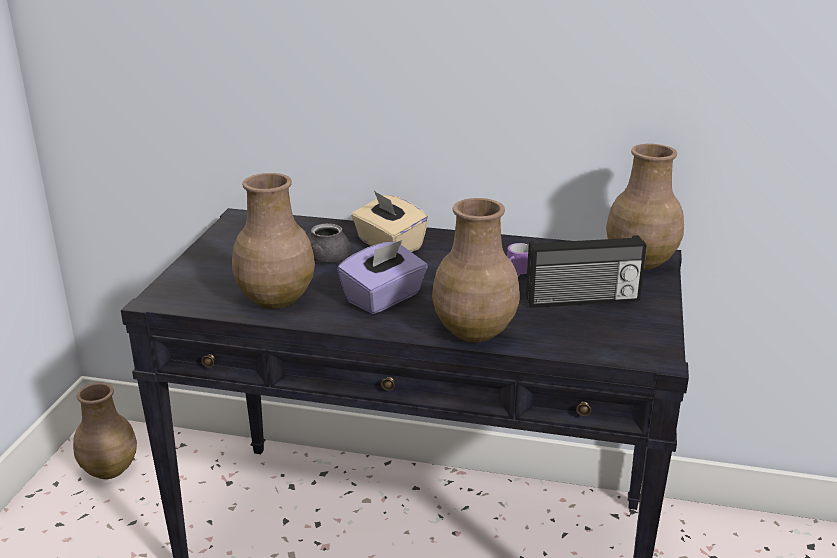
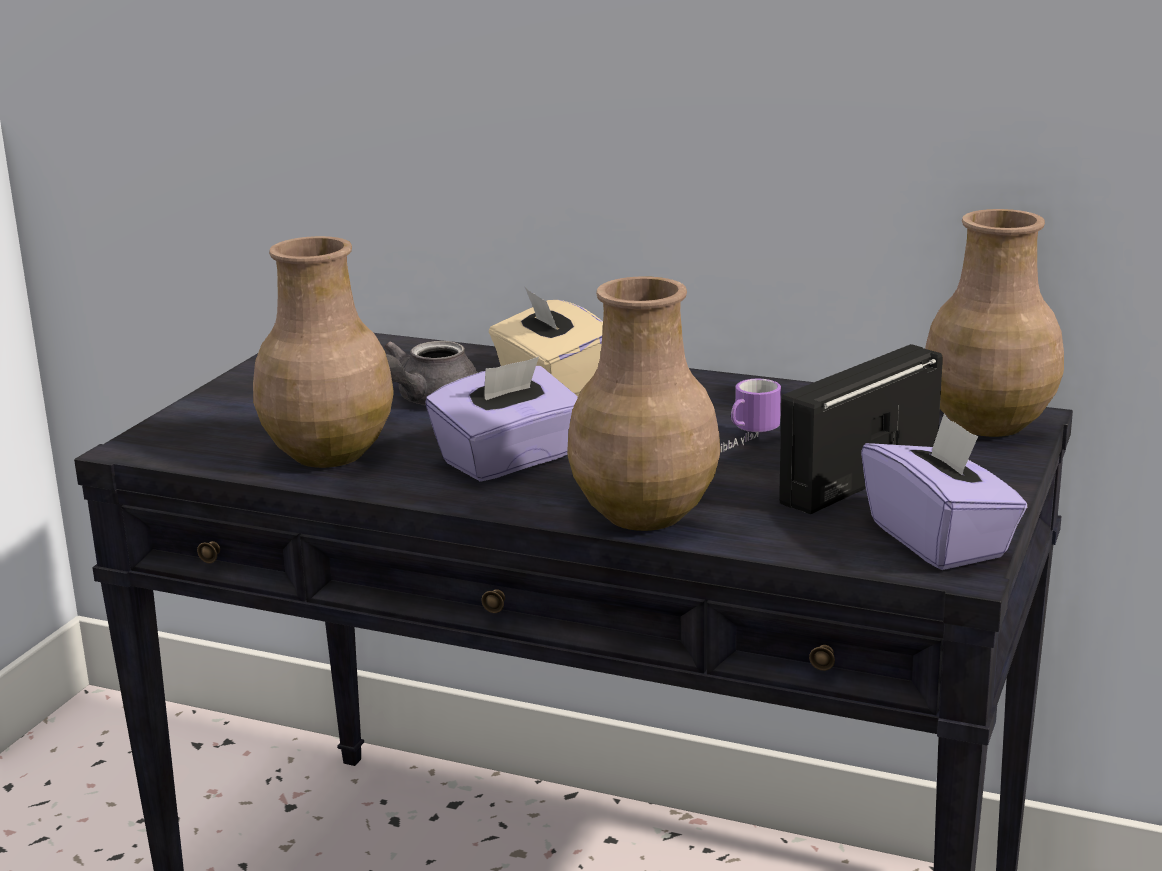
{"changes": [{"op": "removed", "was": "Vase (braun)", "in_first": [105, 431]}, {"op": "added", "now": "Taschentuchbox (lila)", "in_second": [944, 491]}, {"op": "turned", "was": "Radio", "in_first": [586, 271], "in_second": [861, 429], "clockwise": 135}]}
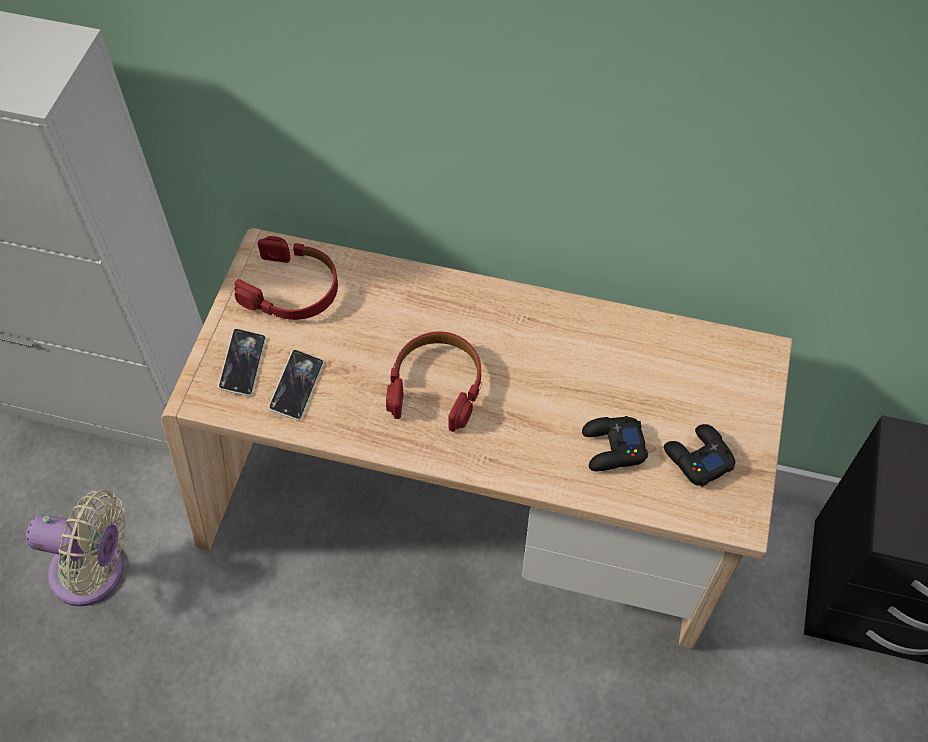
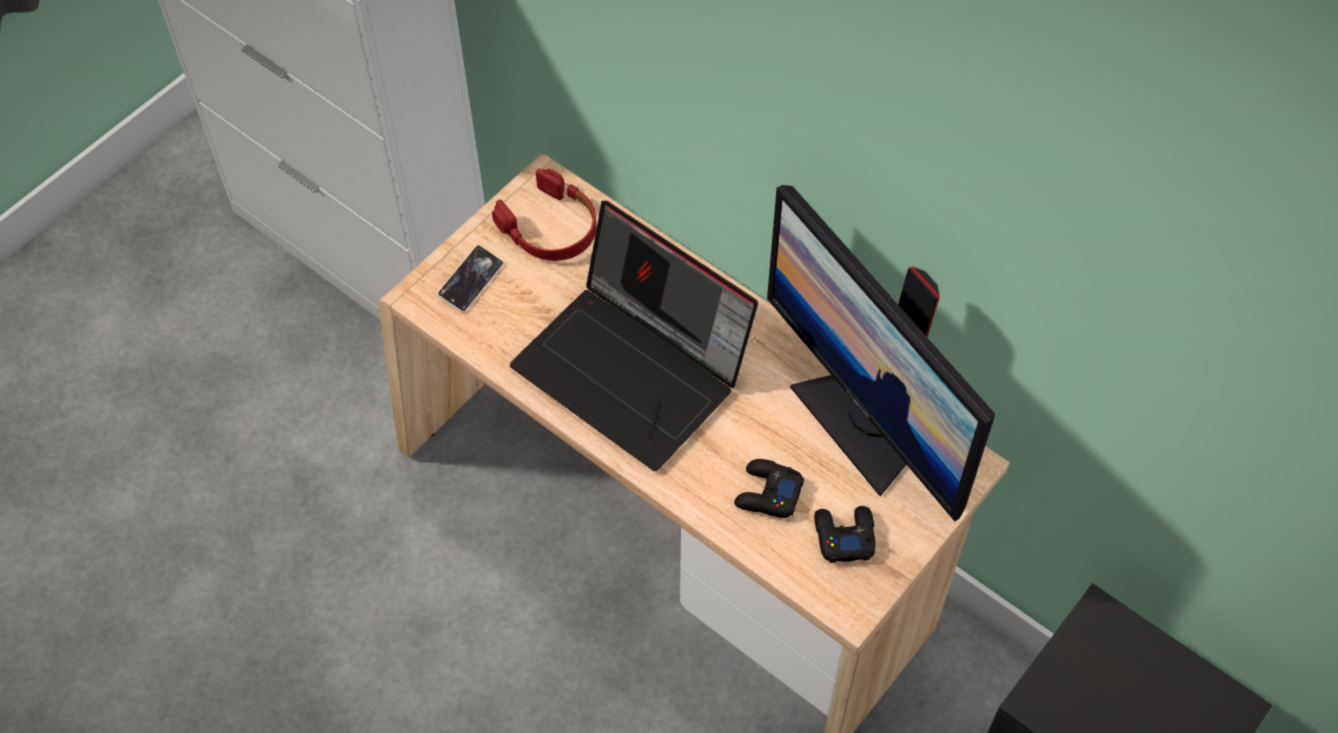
{"changes": [{"op": "removed", "was": "Ventilator (beige)", "in_first": [76, 548]}, {"op": "removed", "was": "Handy", "in_first": [296, 385]}, {"op": "added", "now": "Monitor", "in_second": [881, 353]}, {"op": "replaced", "was": "Kopfhörer (rot)", "now": "Laptop", "in_first": [433, 382], "in_second": [634, 336]}]}
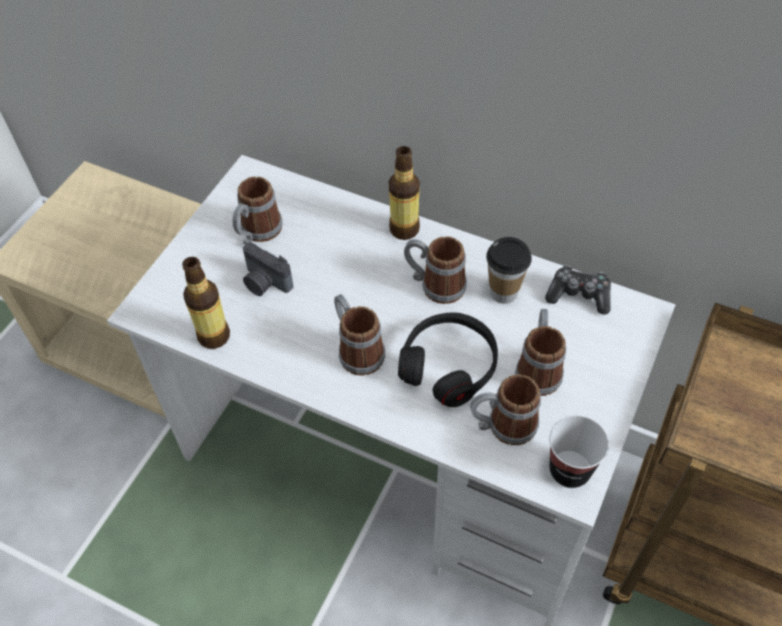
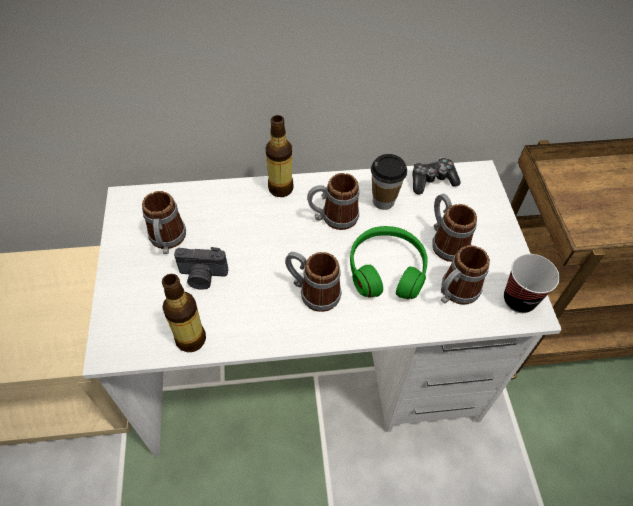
{"changes": [{"op": "recoloured", "was": "Kopfhörer (schwarz)", "now": "Kopfhörer (grün)", "in_first": [448, 359], "in_second": [388, 262]}]}
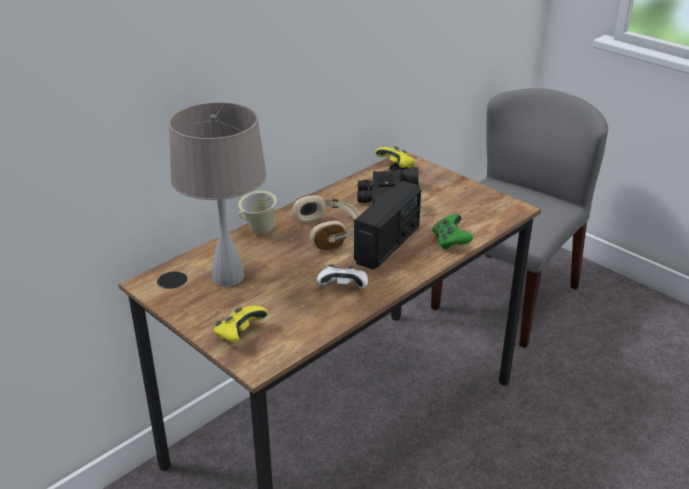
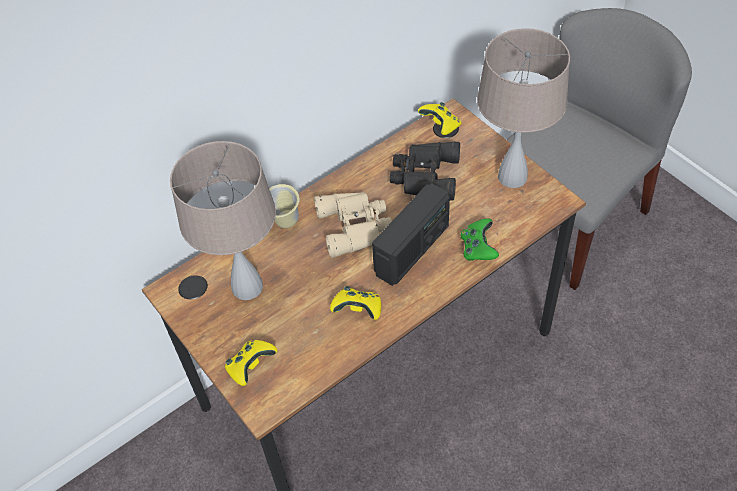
{"changes": [{"op": "added", "now": "Tischlampe (beige)", "in_second": [523, 108]}, {"op": "replaced", "was": "Kopfhörer (beige)", "now": "Fernglas (beige)", "in_first": [326, 222], "in_second": [353, 225]}, {"op": "recoloured", "was": "Gamepad (weiß)", "now": "Gamepad (gelb)", "in_first": [342, 276], "in_second": [355, 303]}]}
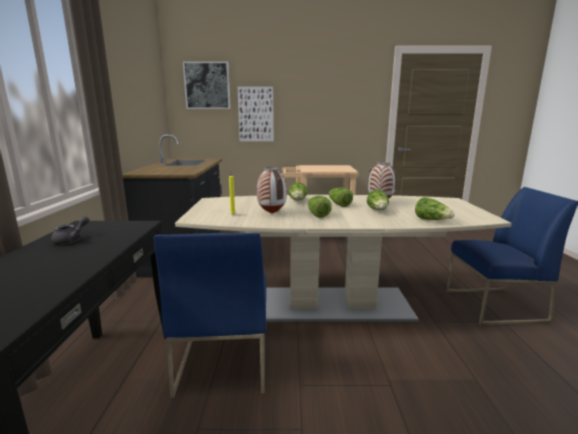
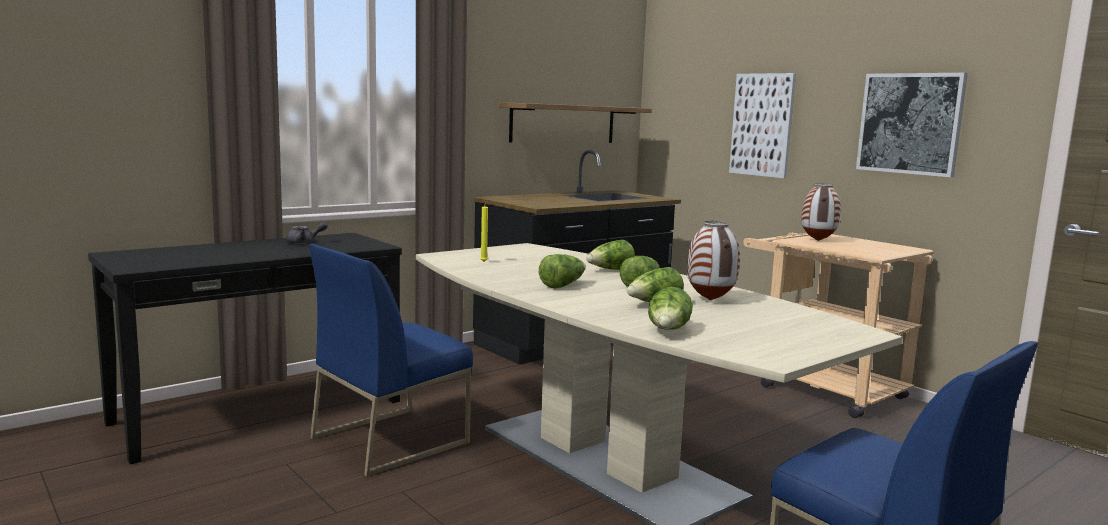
{"changes": [{"op": "added", "now": "Wandregal", "in_second": [575, 122]}, {"op": "moved", "was": "Bild", "in_first": [207, 85], "in_second": [912, 125]}, {"op": "moved", "was": "Vase", "in_first": [272, 190], "in_second": [821, 212]}]}
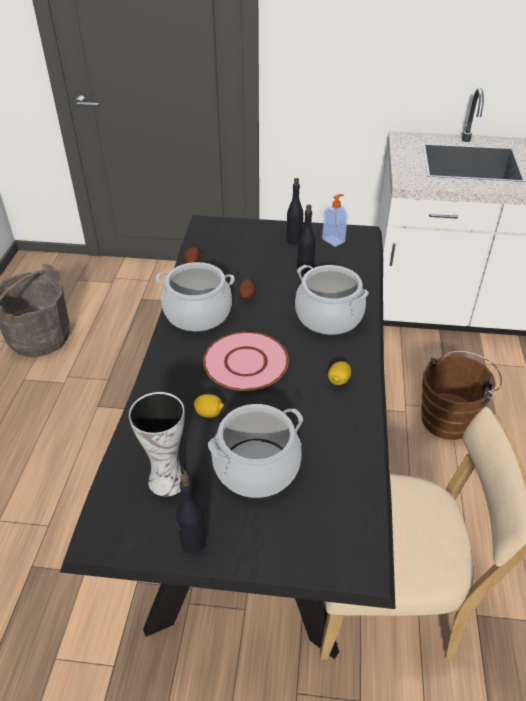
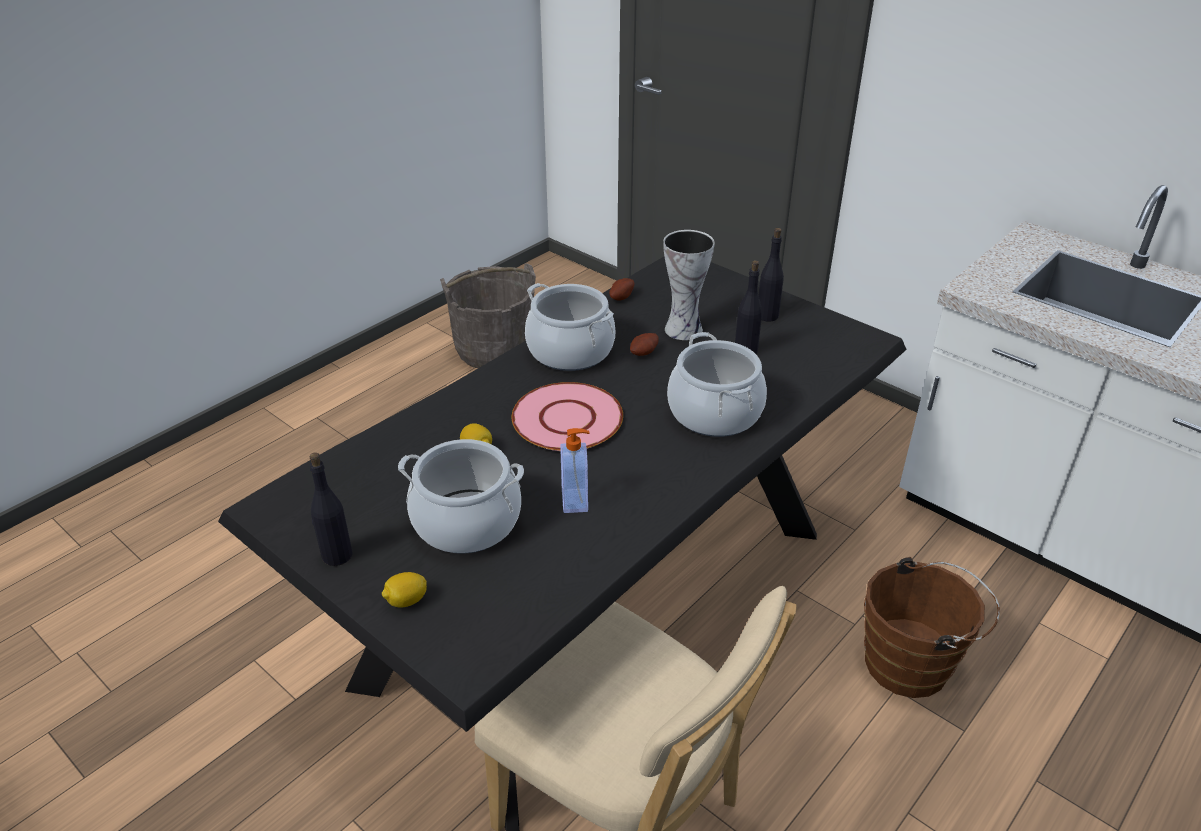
{"changes": [{"op": "moved", "was": "Vase", "in_first": [157, 444], "in_second": [689, 285]}, {"op": "moved", "was": "Seifenspender", "in_first": [335, 220], "in_second": [574, 470]}, {"op": "moved", "was": "Zitrone", "in_first": [339, 373], "in_second": [404, 590]}]}
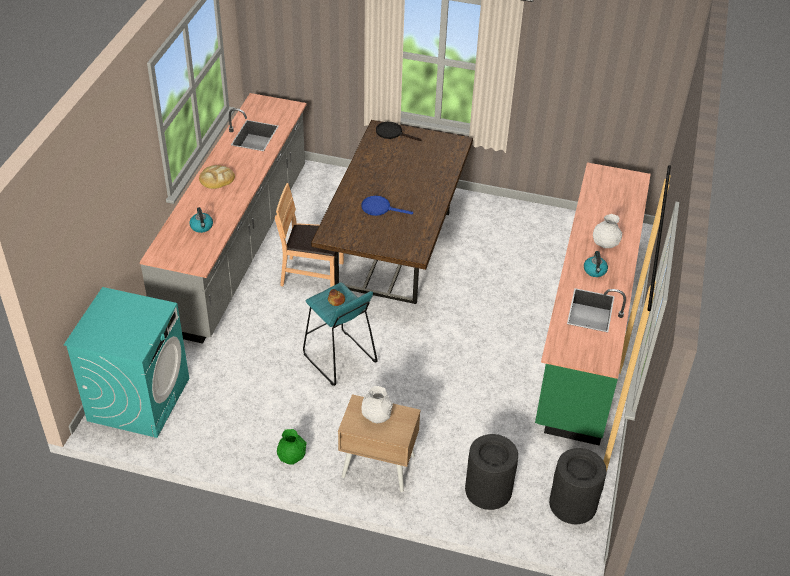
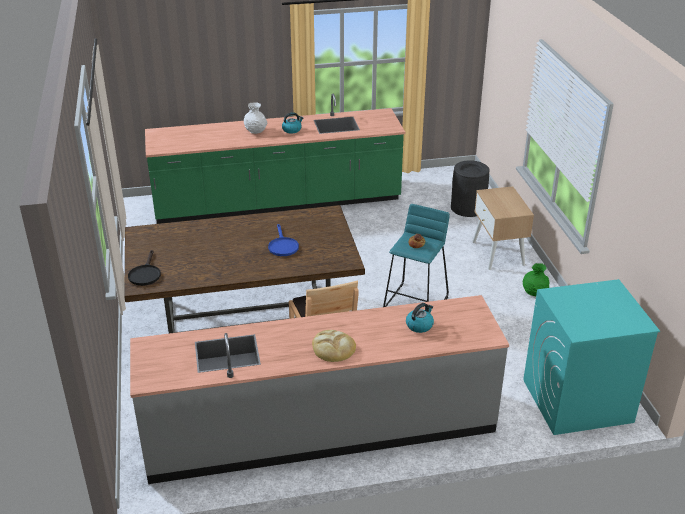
{"changes": [{"op": "removed", "was": "Vase (weiß)", "in_first": [377, 405]}, {"op": "removed", "was": "Mülleimer (schwarz)", "in_first": [578, 486]}]}
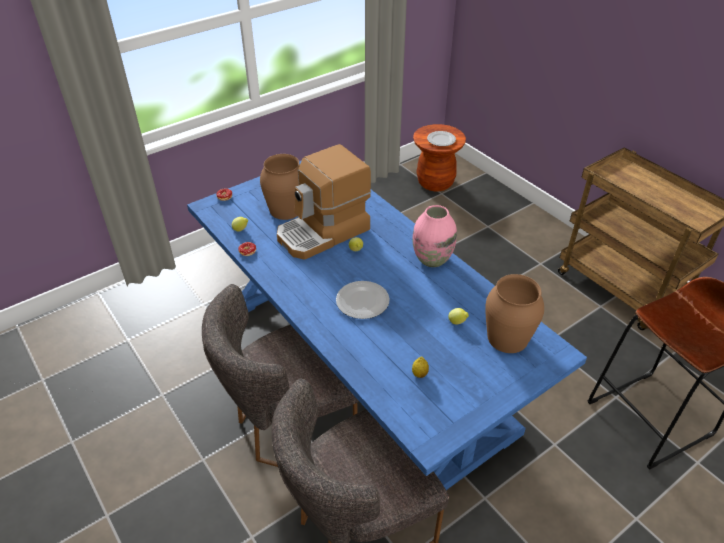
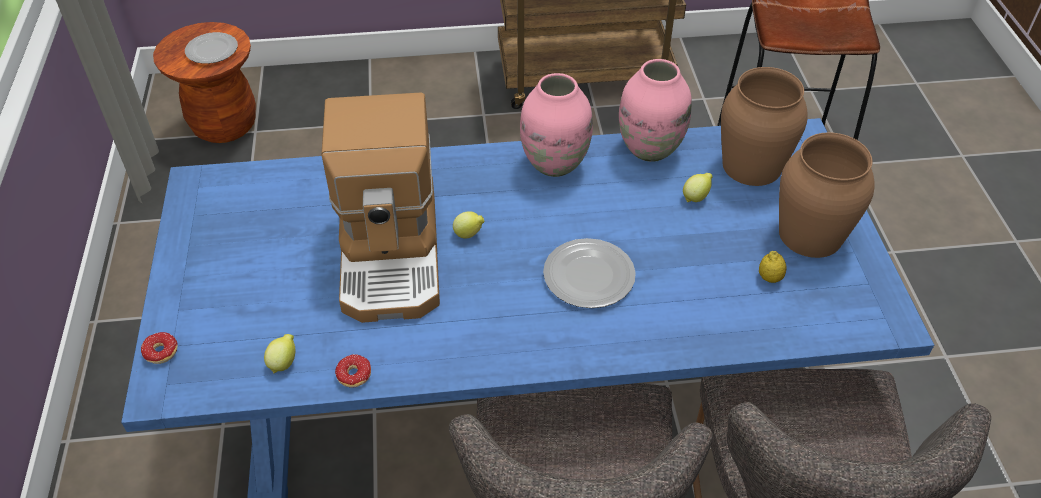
{"changes": [{"op": "added", "now": "Vase (rosa)", "in_second": [655, 110]}, {"op": "moved", "was": "Vase (braun)", "in_first": [280, 187], "in_second": [827, 195]}]}
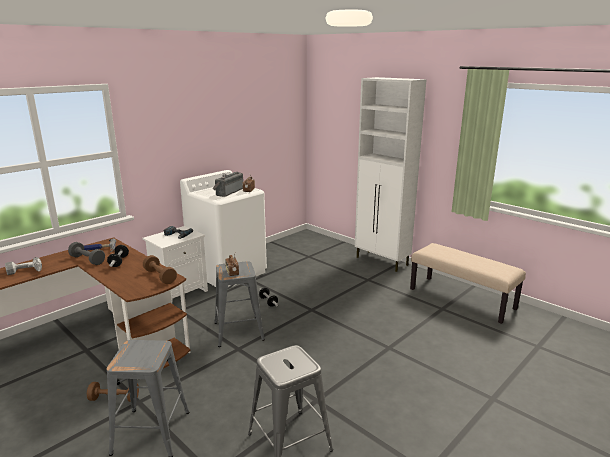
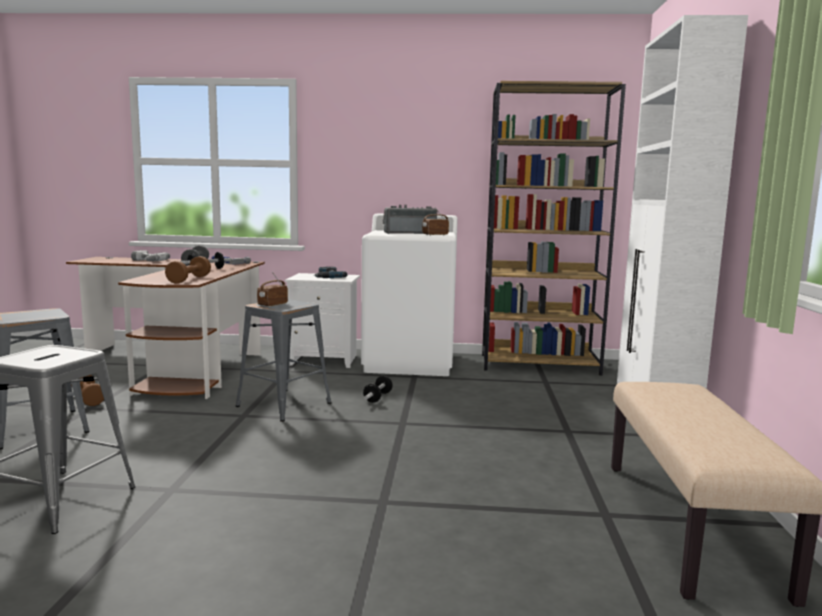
{"changes": [{"op": "added", "now": "Bücherregal (braun)", "in_second": [554, 228]}]}
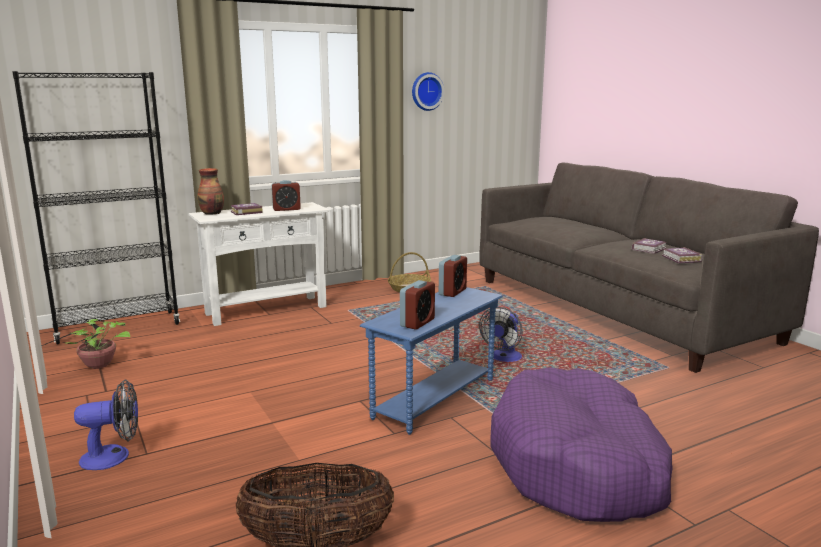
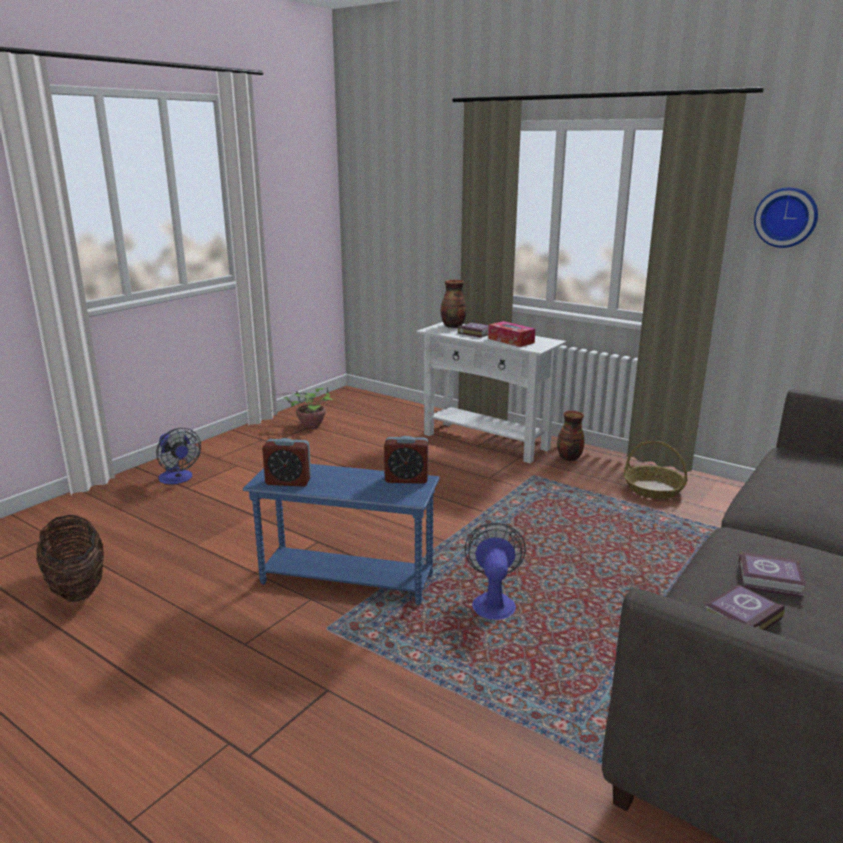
{"changes": [{"op": "removed", "was": "Bücherregal (schwarz)", "in_first": [96, 207]}, {"op": "removed", "was": "Hundebett (lila)", "in_first": [581, 444]}, {"op": "added", "now": "Vase", "in_second": [571, 436]}, {"op": "replaced", "was": "Wecker", "now": "Taschentuchbox", "in_first": [286, 195], "in_second": [511, 334]}, {"op": "turned", "was": "Ventilator", "in_first": [501, 334], "in_second": [495, 571], "clockwise": 90}]}
